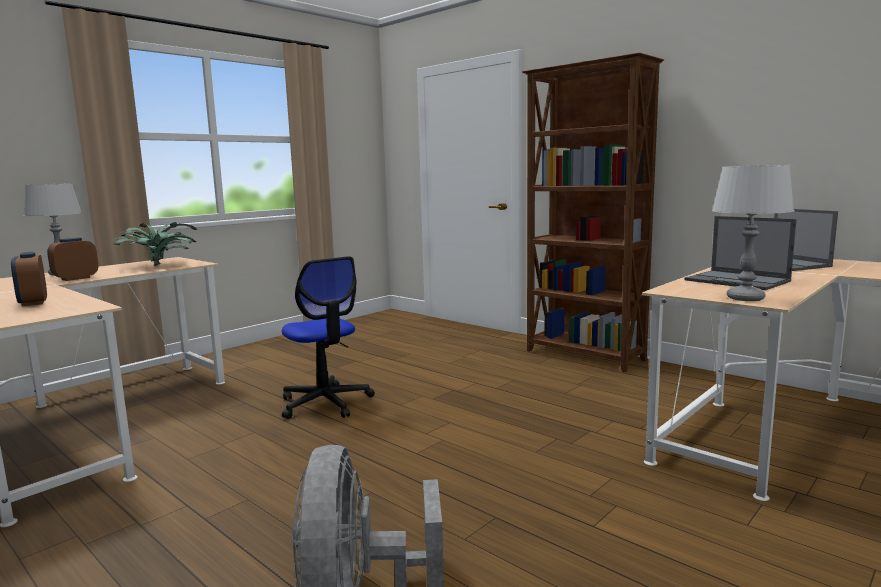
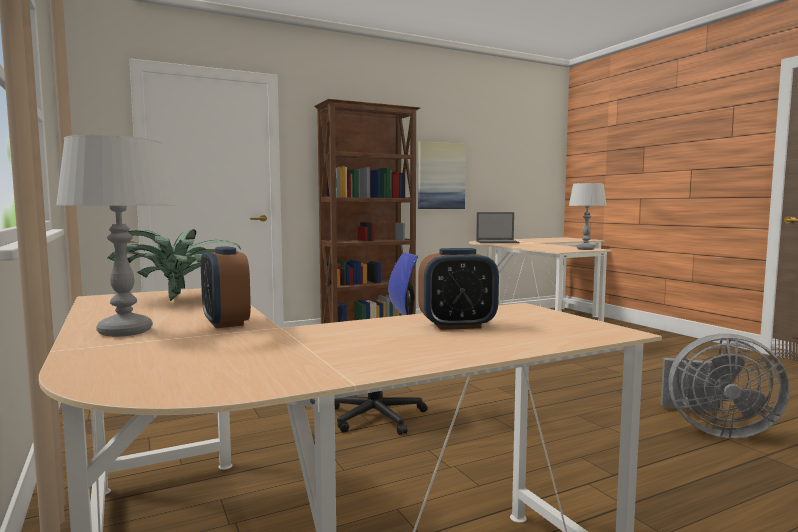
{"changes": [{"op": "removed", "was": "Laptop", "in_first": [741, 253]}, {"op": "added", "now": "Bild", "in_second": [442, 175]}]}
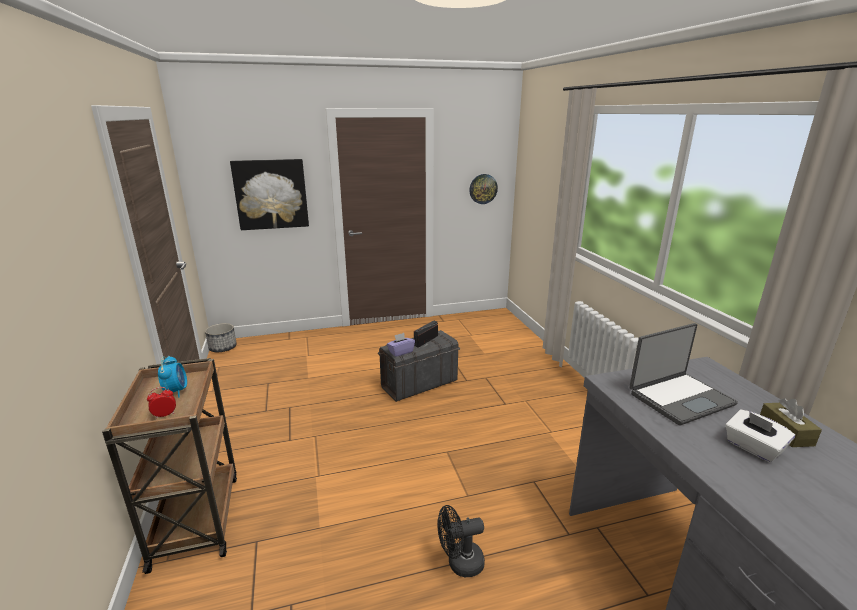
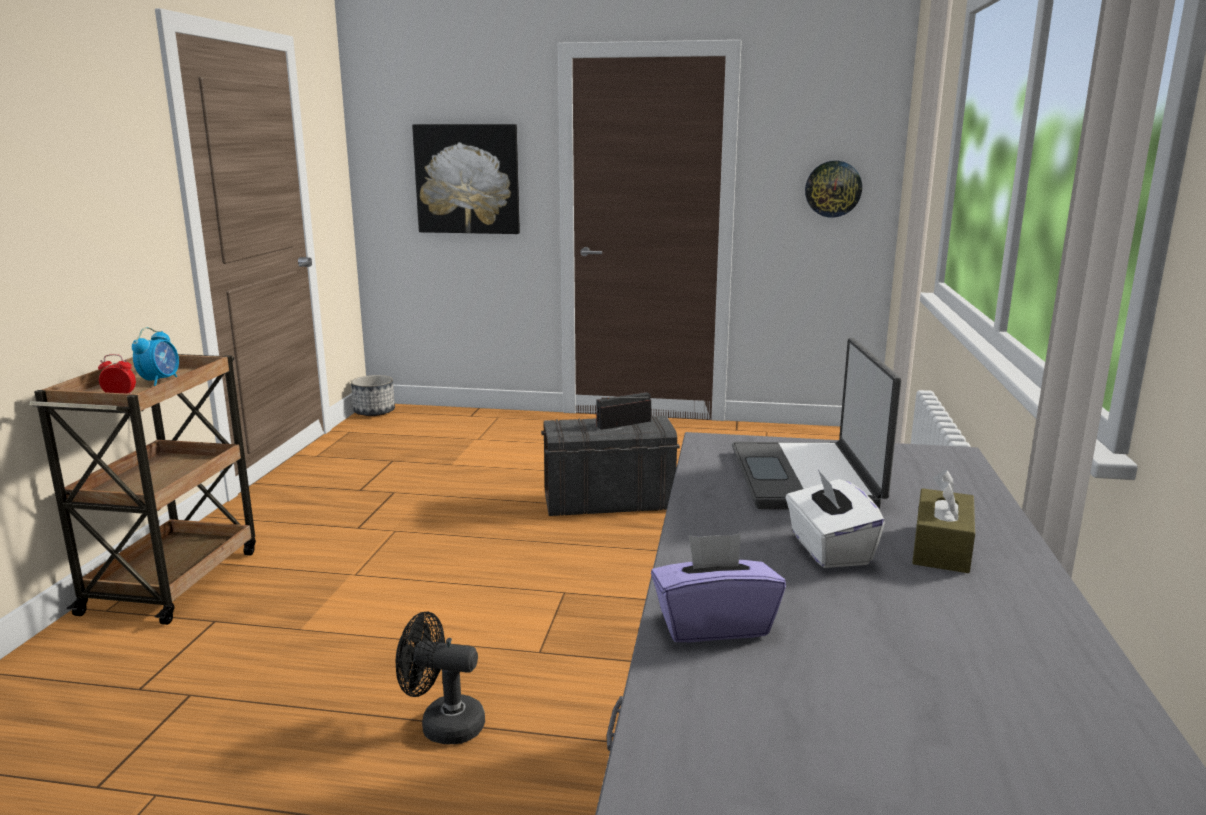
{"changes": [{"op": "moved", "was": "Taschentuchbox (lila)", "in_first": [401, 345], "in_second": [718, 588]}, {"op": "turned", "was": "Laptop", "in_first": [683, 374], "in_second": [816, 423], "clockwise": 90}]}
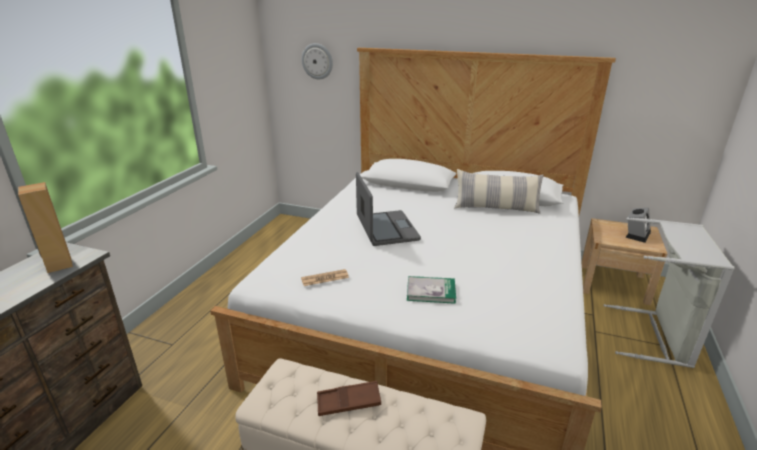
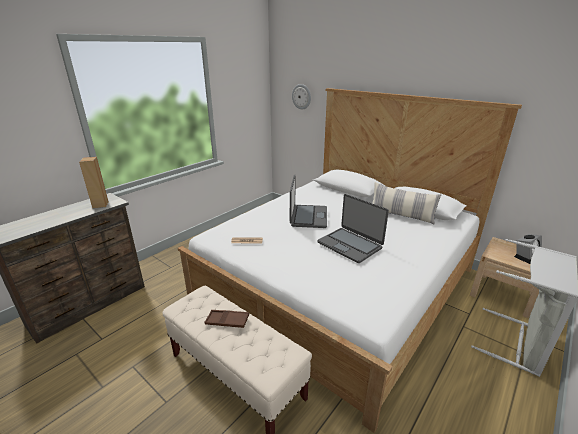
{"changes": [{"op": "removed", "was": "Buch", "in_first": [431, 290]}, {"op": "added", "now": "Laptop", "in_second": [353, 228]}]}
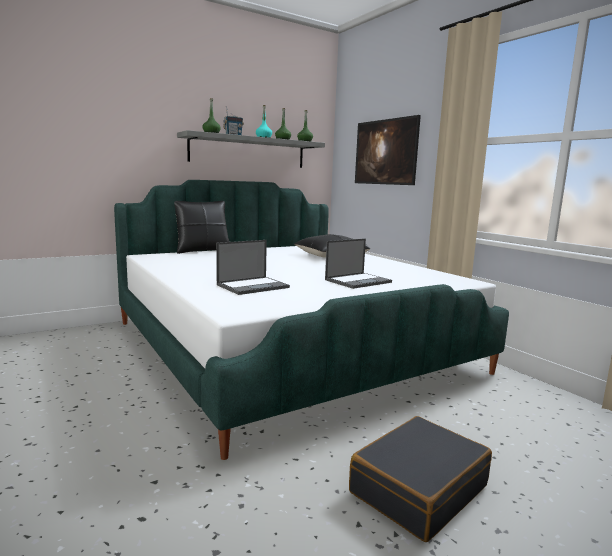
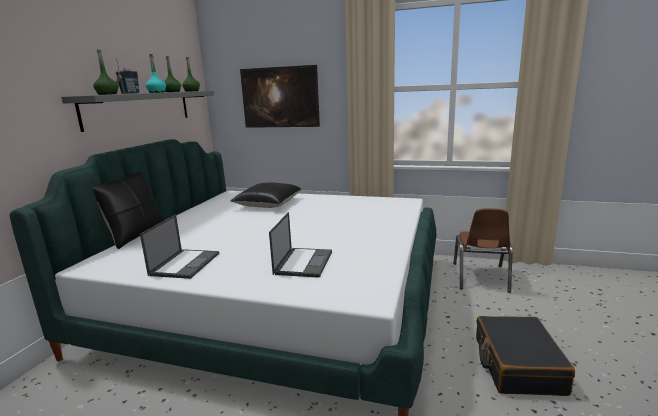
{"changes": [{"op": "added", "now": "Stuhl (braun)", "in_second": [483, 250]}, {"op": "moved", "was": "Laptop", "in_first": [358, 264], "in_second": [179, 246]}]}
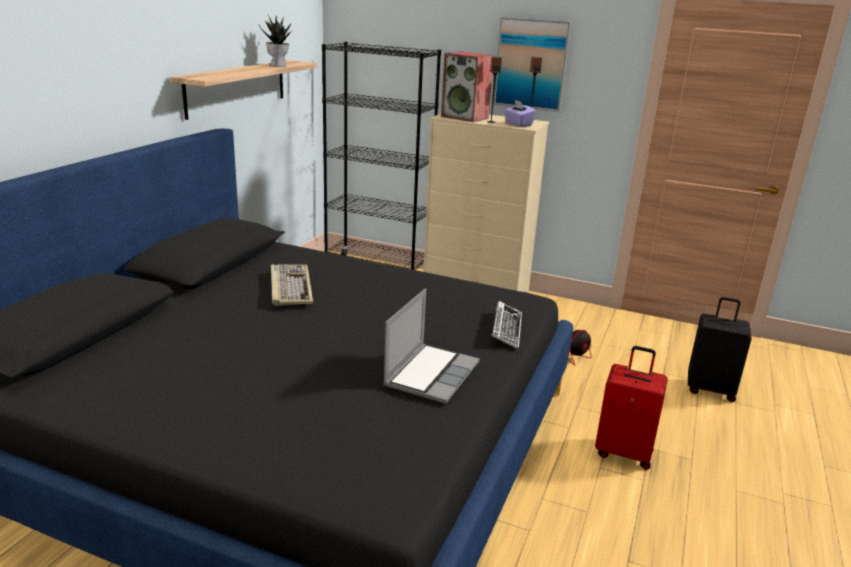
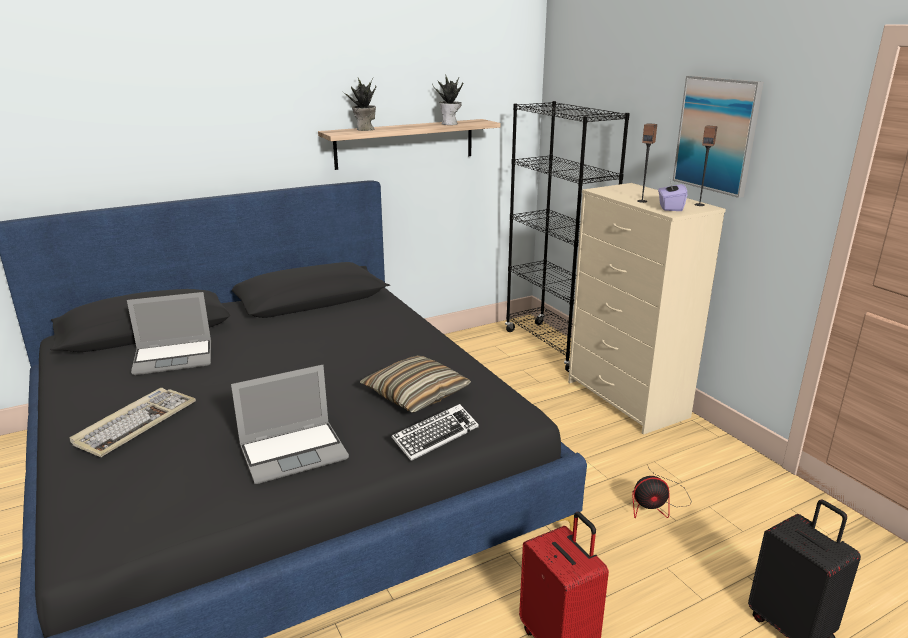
{"changes": [{"op": "removed", "was": "Lautsprecher", "in_first": [467, 86]}, {"op": "added", "now": "Laptop", "in_second": [169, 333]}, {"op": "added", "now": "Topfpflanze", "in_second": [359, 104]}, {"op": "added", "now": "Kissen", "in_second": [415, 384]}, {"op": "moved", "was": "Tastatur", "in_first": [292, 285], "in_second": [133, 422]}]}
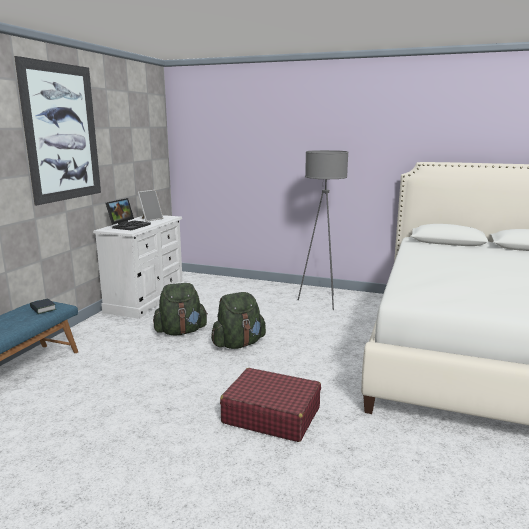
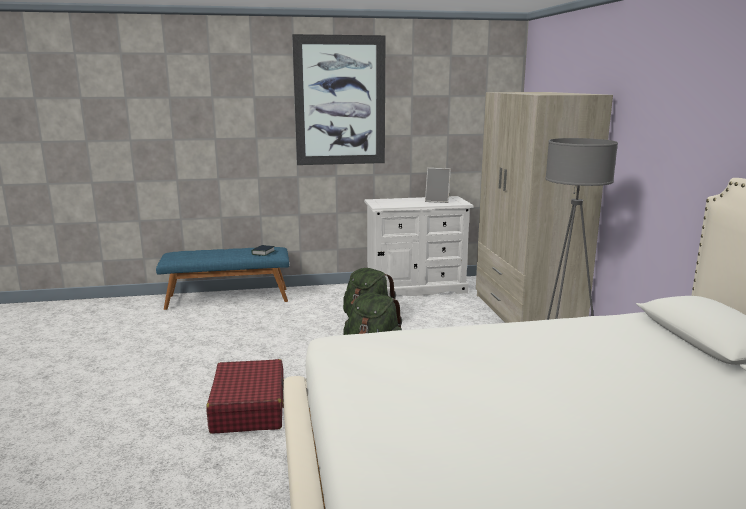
{"changes": [{"op": "removed", "was": "Laptop", "in_first": [128, 214]}, {"op": "added", "now": "Kleiderschrank (beige)", "in_second": [544, 207]}]}
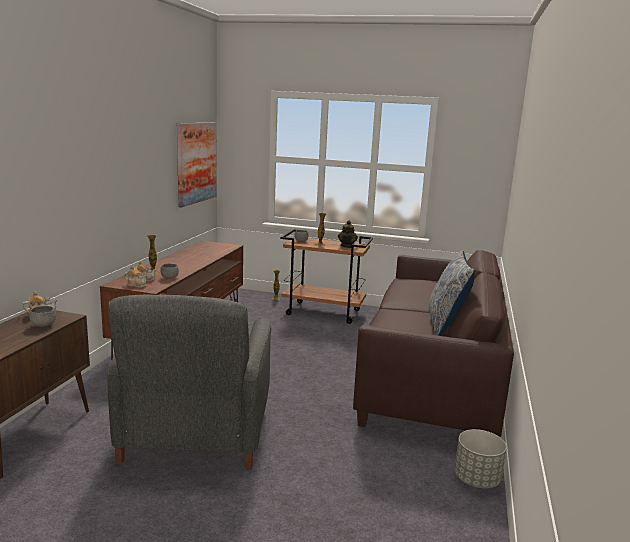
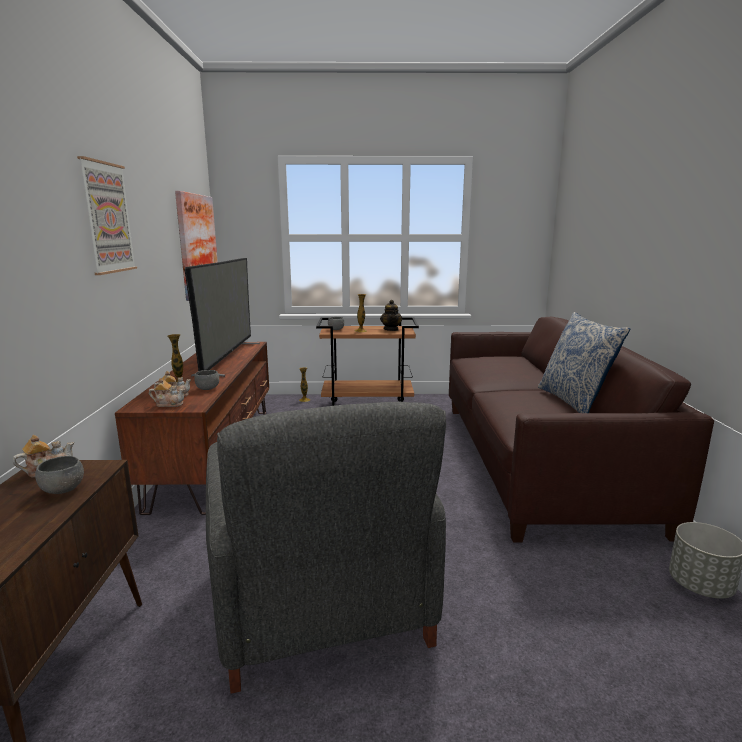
{"changes": [{"op": "added", "now": "Bild", "in_second": [107, 215]}, {"op": "added", "now": "Fernseher", "in_second": [222, 317]}]}
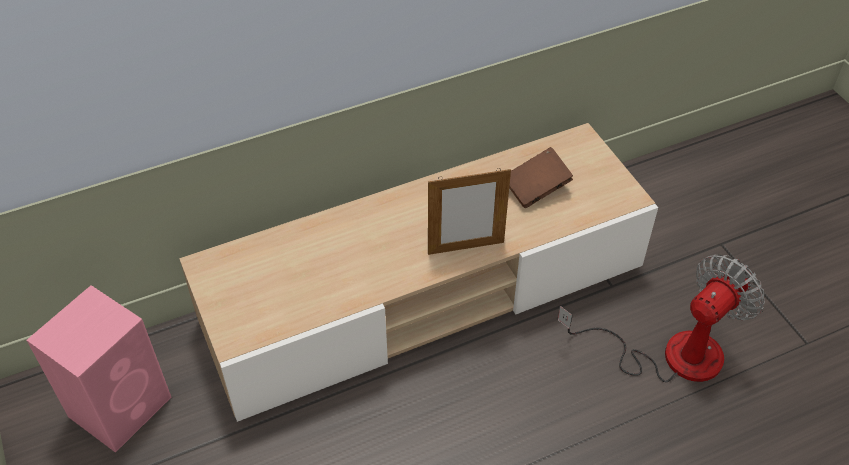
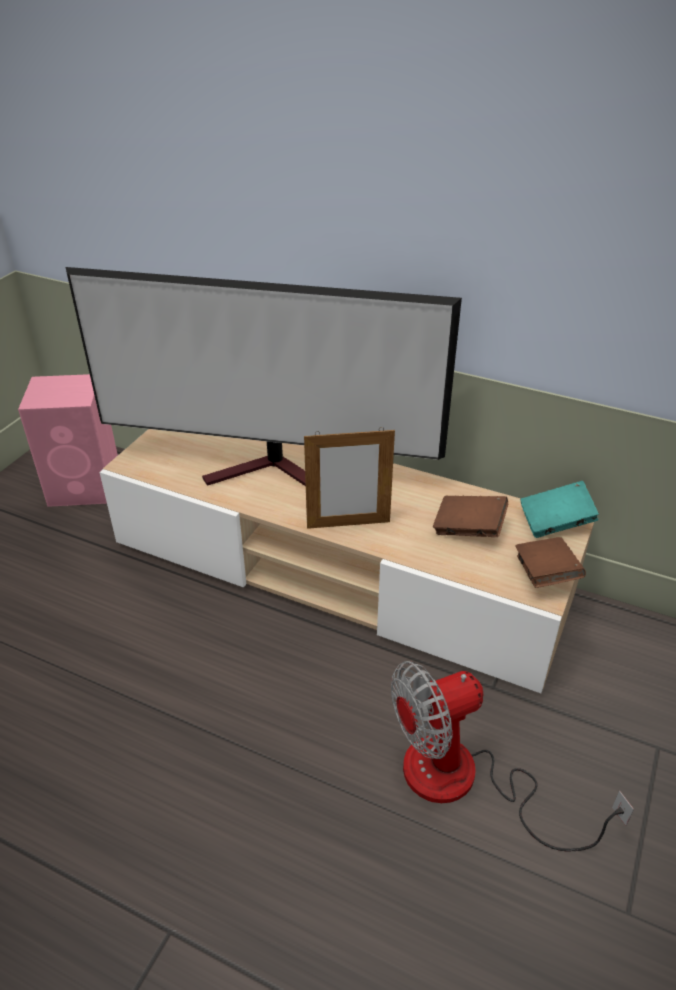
{"changes": [{"op": "added", "now": "Fernseher", "in_second": [263, 376]}, {"op": "added", "now": "Buch (braun)", "in_second": [550, 562]}, {"op": "added", "now": "Buch (türkis)", "in_second": [559, 509]}, {"op": "turned", "was": "Bilderrahmen", "in_first": [469, 211], "in_second": [349, 478], "clockwise": -45}, {"op": "turned", "was": "Ventilator", "in_first": [661, 318], "in_second": [512, 756], "clockwise": 150}]}
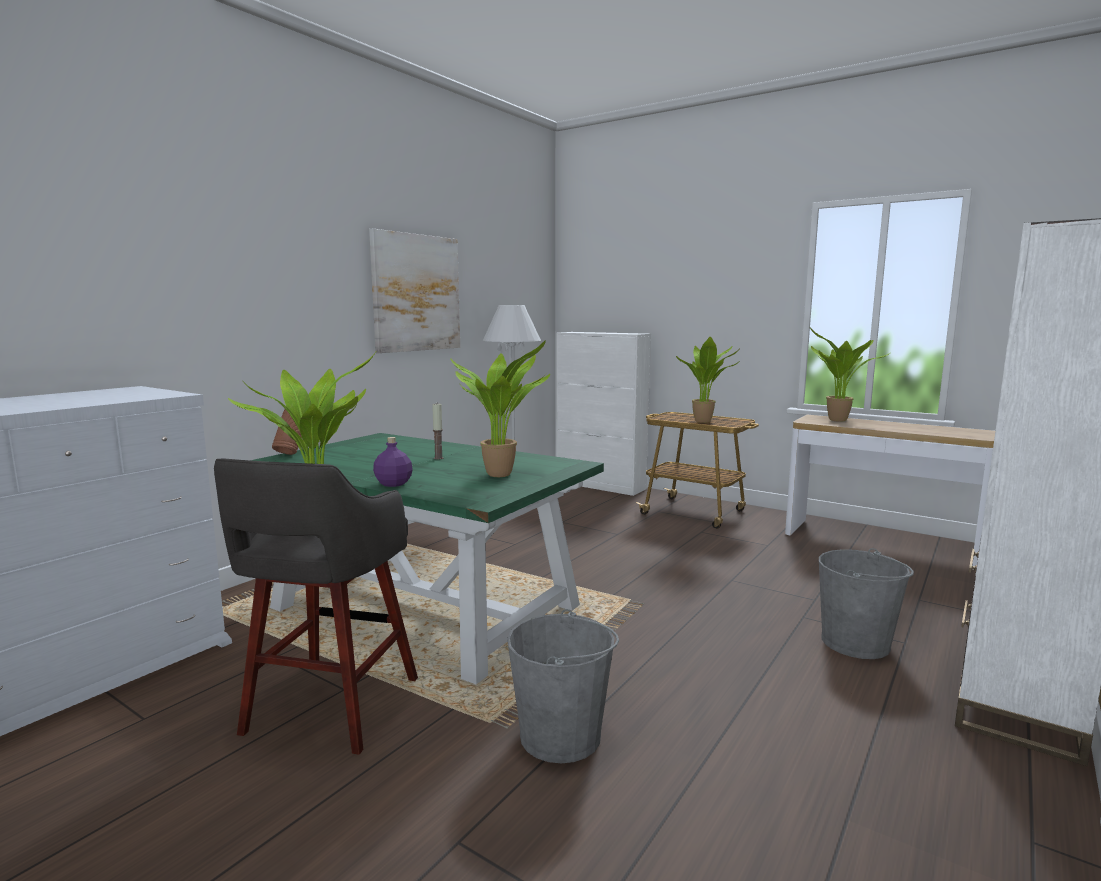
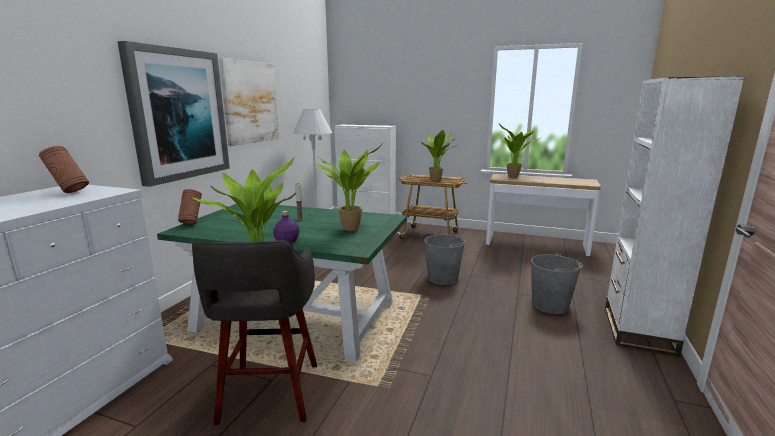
{"changes": [{"op": "added", "now": "Vase (braun)", "in_second": [64, 169]}, {"op": "added", "now": "Bild", "in_second": [173, 114]}, {"op": "moved", "was": "Eimer (grau)", "in_first": [563, 686], "in_second": [445, 258]}]}
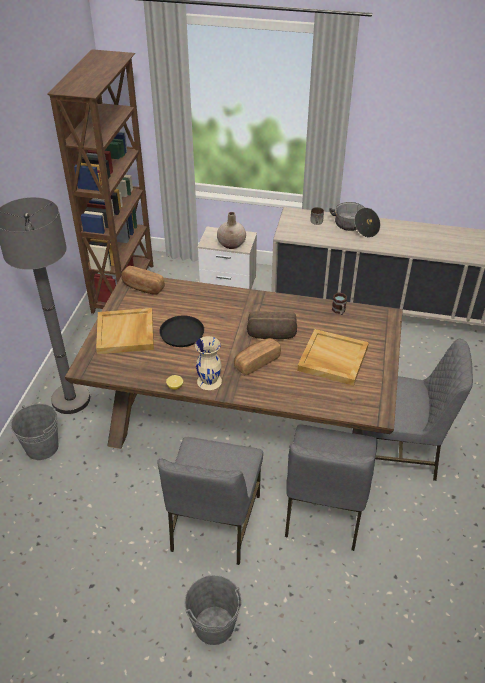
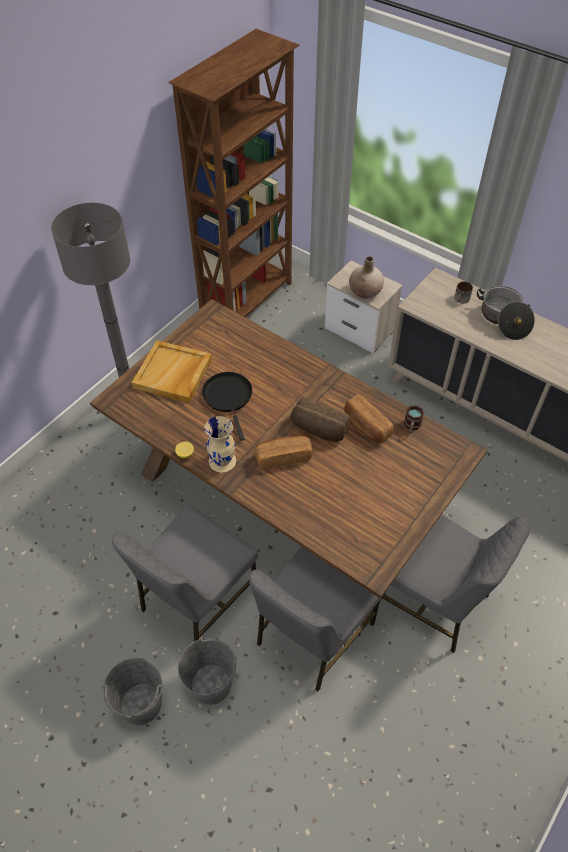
{"changes": [{"op": "removed", "was": "Tablett (beige)", "in_first": [333, 357]}, {"op": "moved", "was": "Eimer (grau)", "in_first": [35, 431], "in_second": [207, 671]}, {"op": "moved", "was": "Brot", "in_first": [143, 280], "in_second": [368, 419]}]}
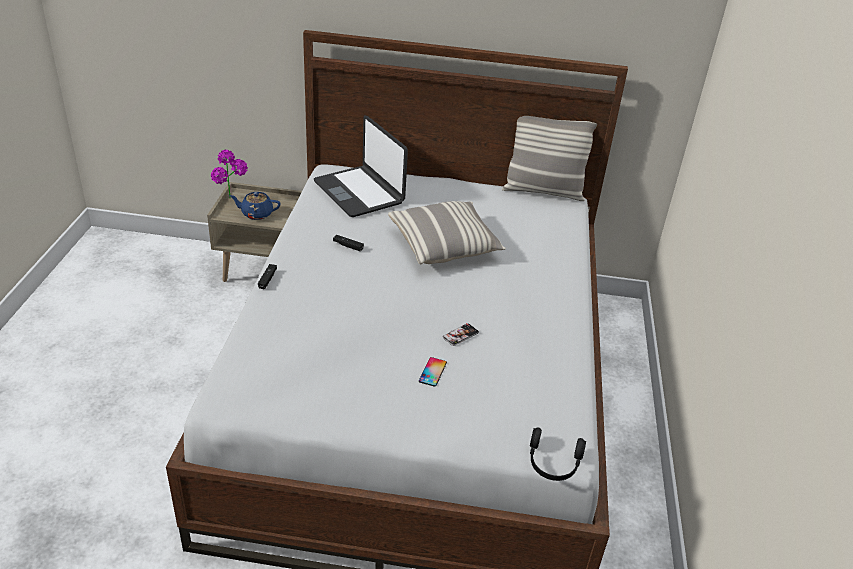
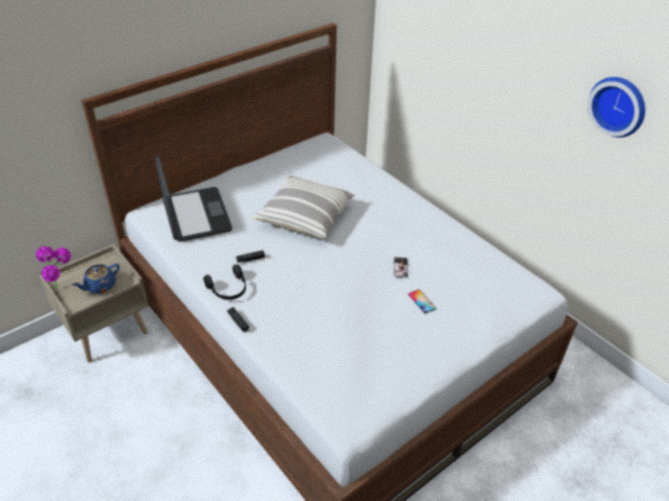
{"changes": [{"op": "removed", "was": "Kissen", "in_first": [549, 158]}, {"op": "added", "now": "Wanduhr", "in_second": [616, 107]}, {"op": "moved", "was": "Kopfhörer (schwarz)", "in_first": [558, 454], "in_second": [224, 282]}, {"op": "turned", "was": "Laptop", "in_first": [361, 166], "in_second": [193, 198], "clockwise": -120}]}
